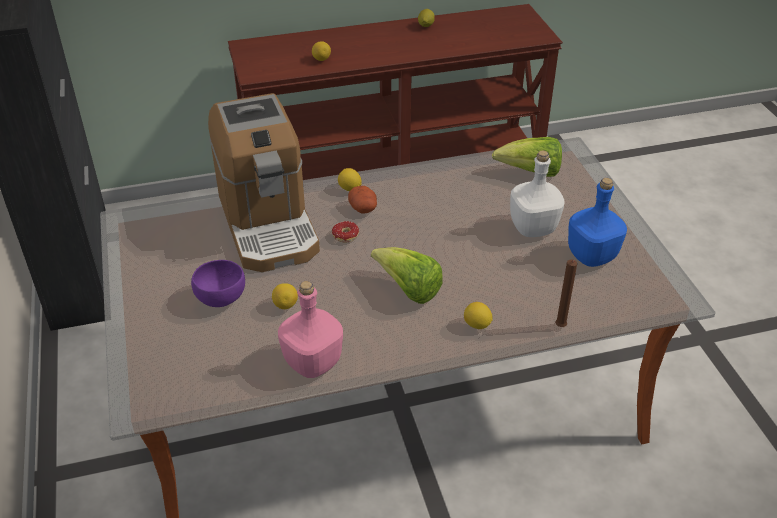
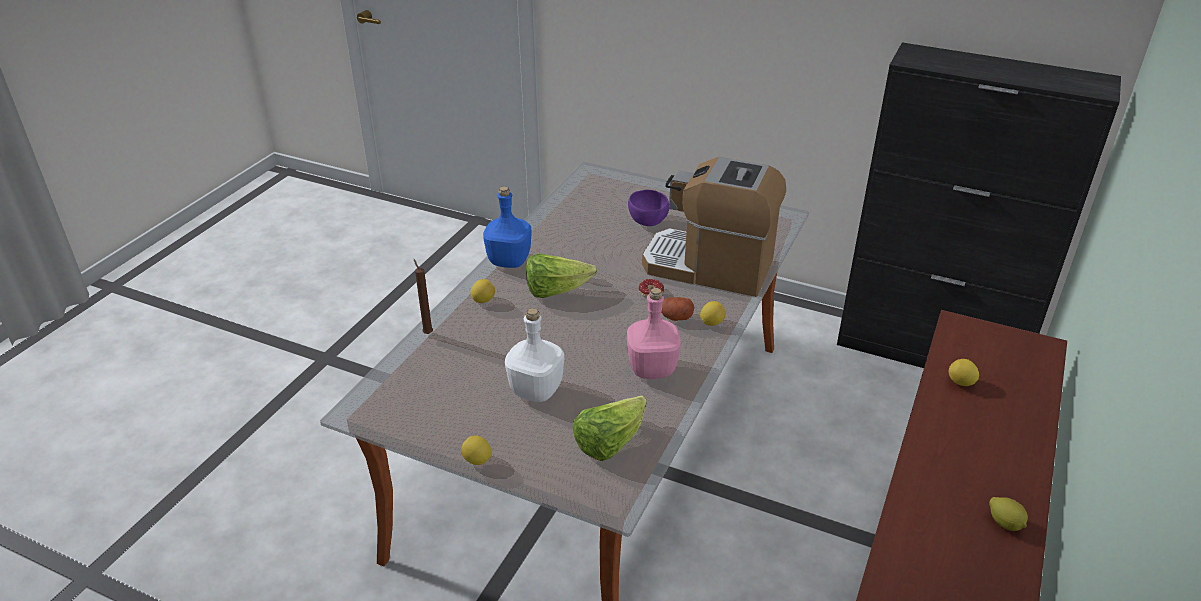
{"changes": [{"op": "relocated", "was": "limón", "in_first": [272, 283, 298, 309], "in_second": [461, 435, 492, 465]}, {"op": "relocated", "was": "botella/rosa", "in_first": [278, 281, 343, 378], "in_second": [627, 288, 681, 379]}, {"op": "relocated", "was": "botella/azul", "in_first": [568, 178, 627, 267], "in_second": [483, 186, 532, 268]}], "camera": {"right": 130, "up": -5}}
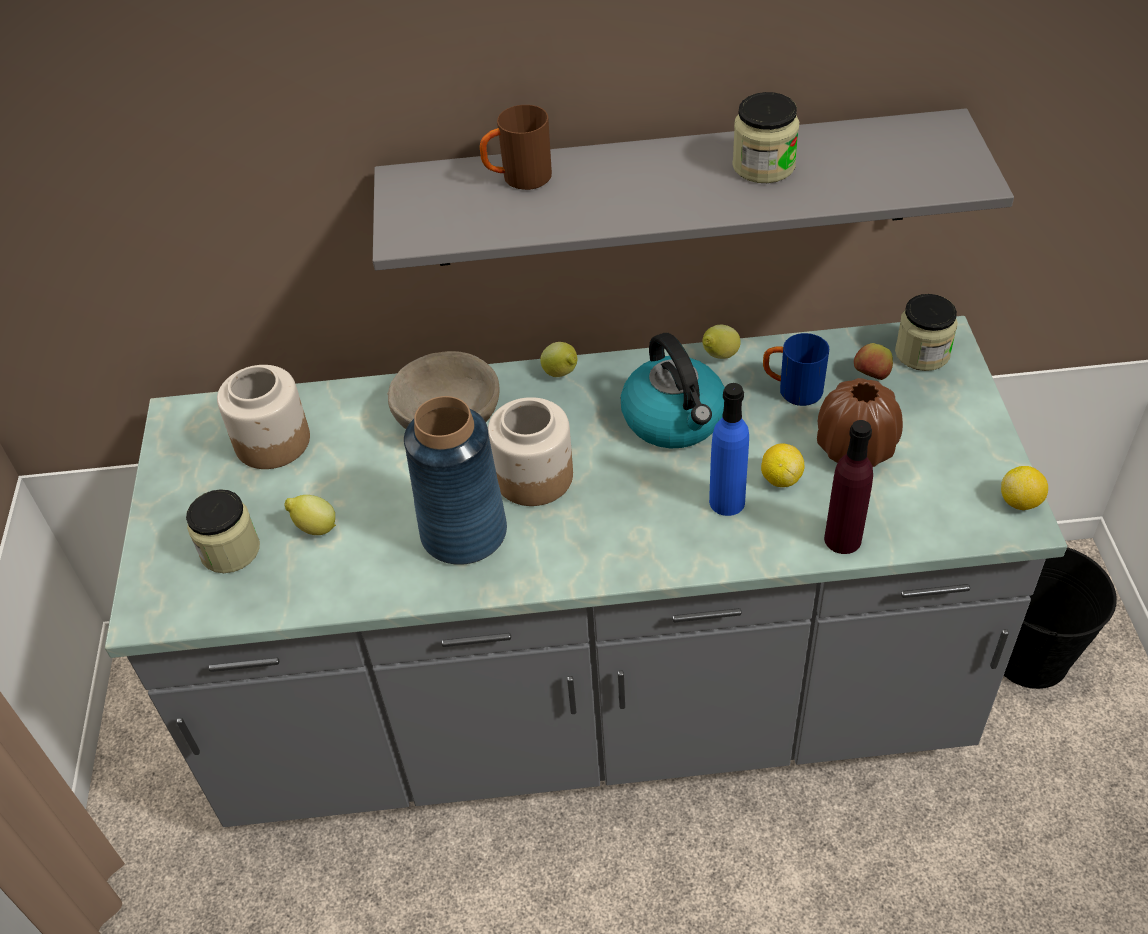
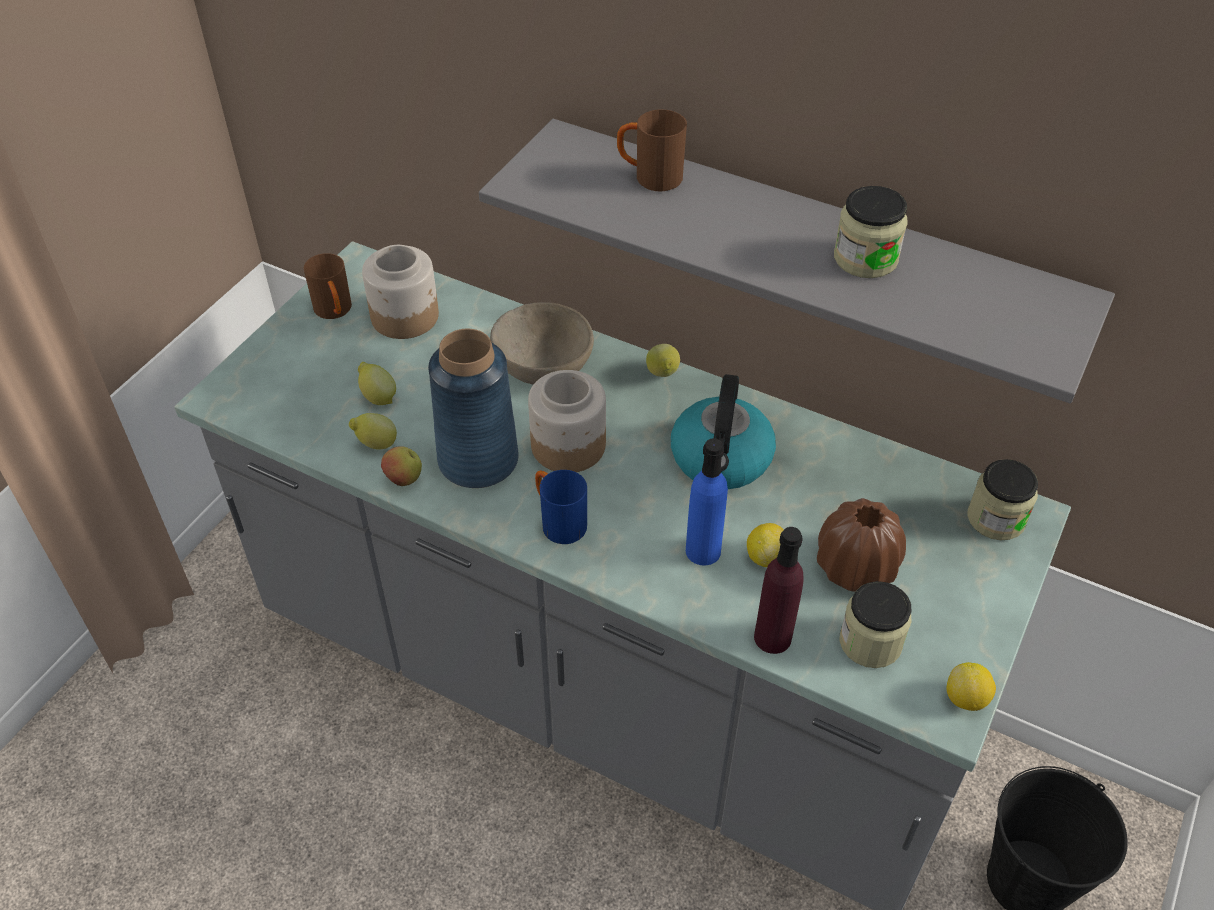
{"changes": [{"op": "relocated", "was": "tarro", "in_first": [186, 489, 260, 573], "in_second": [840, 581, 911, 668]}, {"op": "relocated", "was": "limón", "in_first": [702, 325, 741, 359], "in_second": [349, 413, 397, 450]}, {"op": "relocated", "was": "taza grande/azul", "in_first": [763, 333, 829, 406], "in_second": [535, 470, 587, 544]}, {"op": "relocated", "was": "manzana", "in_first": [854, 343, 893, 380], "in_second": [381, 446, 422, 486]}, {"op": "appeared", "now": "taza grande/marrón", "in_second": [304, 253, 352, 319]}], "camera": {"right": 30, "up": 0}}
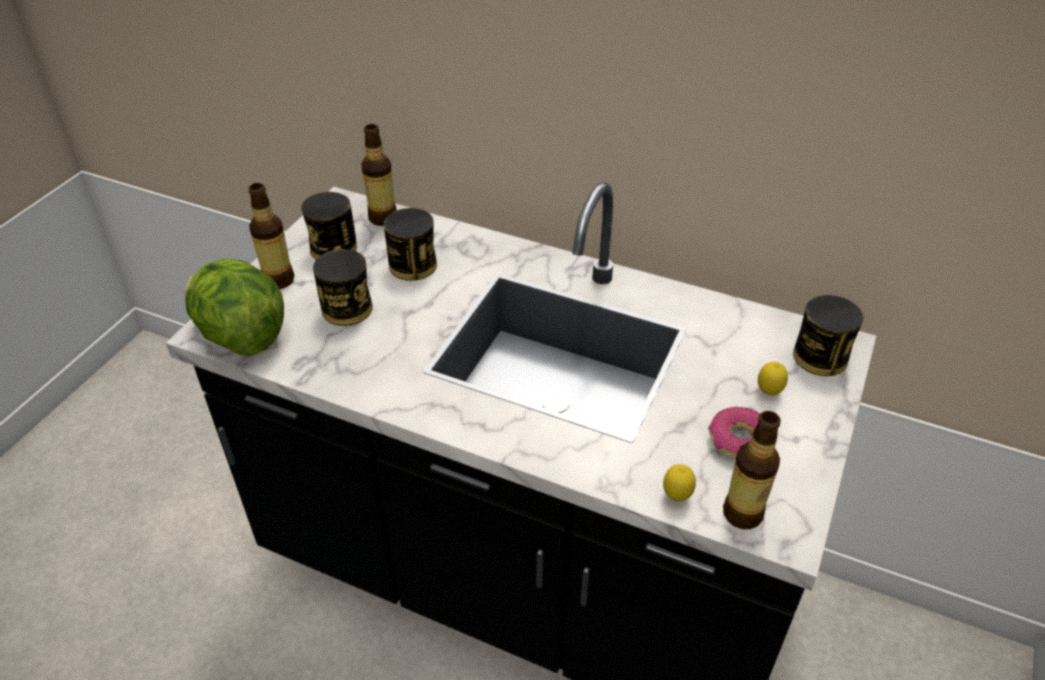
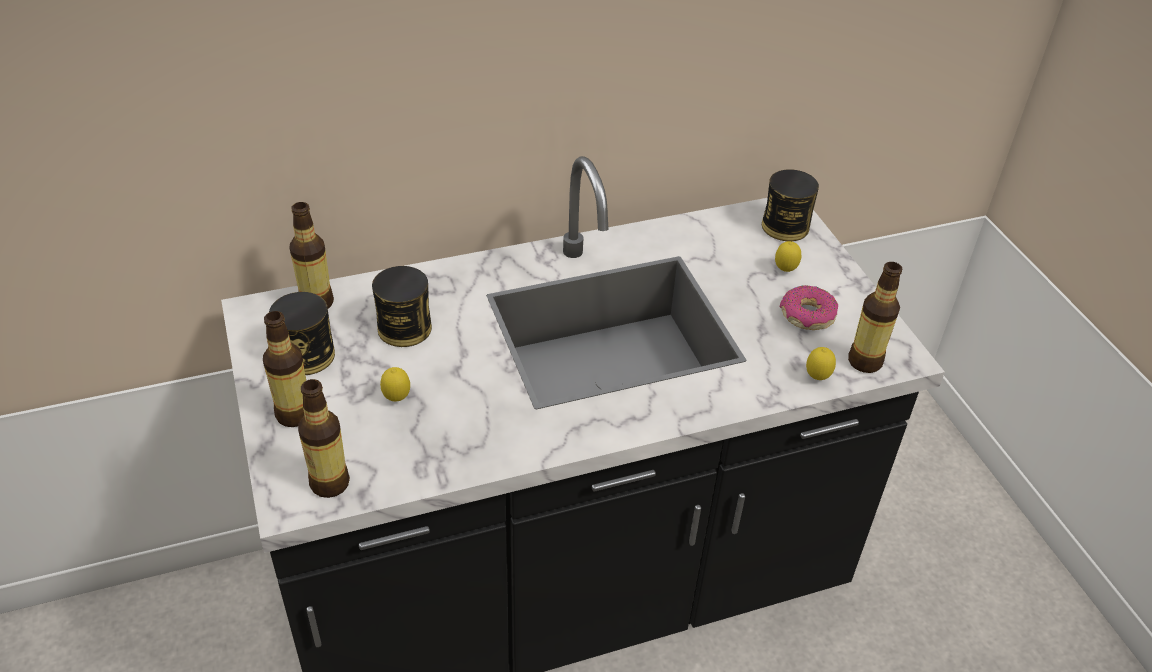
{"changes": [{"op": "exchanged", "was": "lechuga", "now": "botella", "in_first": [185, 259, 284, 355], "in_second": [298, 379, 350, 498]}, {"op": "exchanged", "was": "lata", "now": "limón", "in_first": [313, 249, 373, 326], "in_second": [380, 367, 410, 402]}], "camera": {"right": -45, "up": 0}}
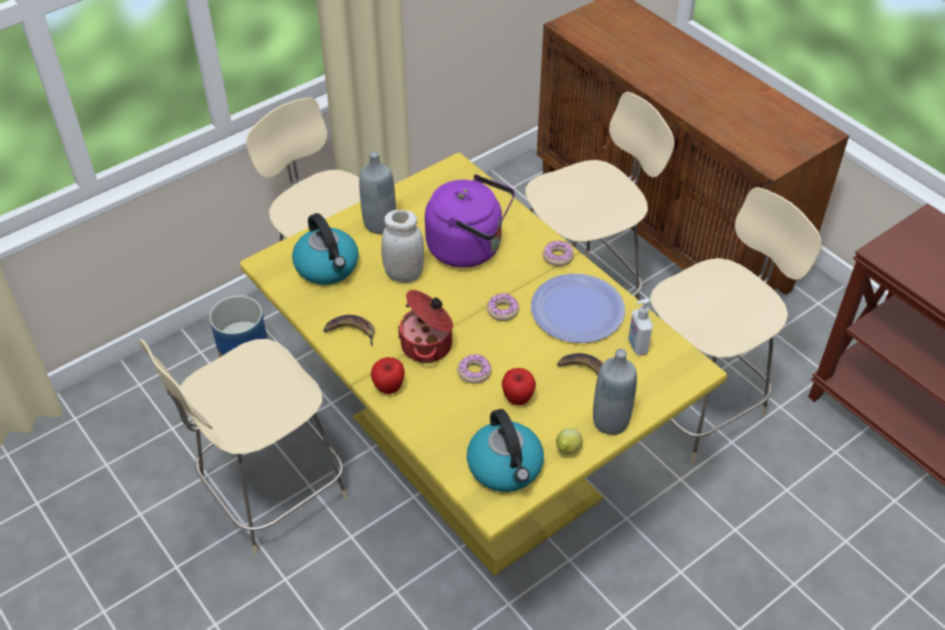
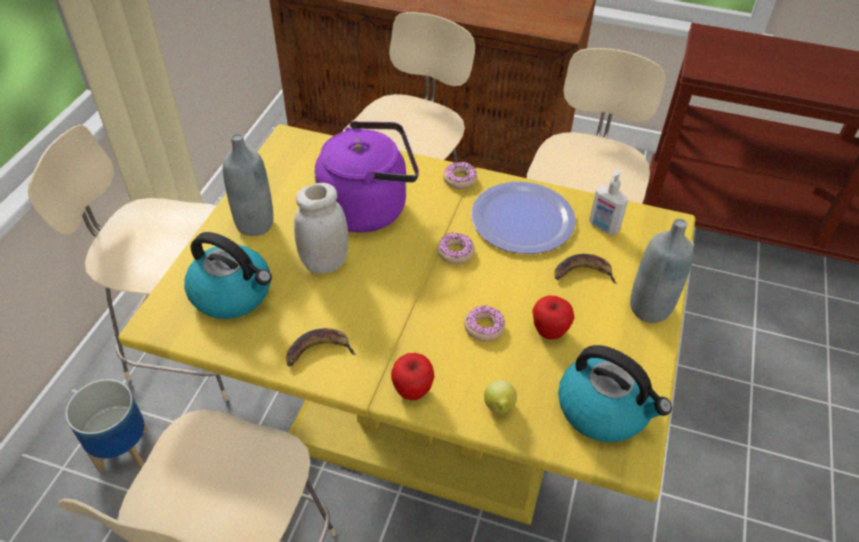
{"changes": [{"op": "missing", "was": "olla", "in_first": [398, 290, 453, 363]}, {"op": "relocated", "was": "limón", "in_first": [556, 428, 583, 454], "in_second": [484, 380, 517, 414]}], "camera": {"right": -35, "up": 0}}
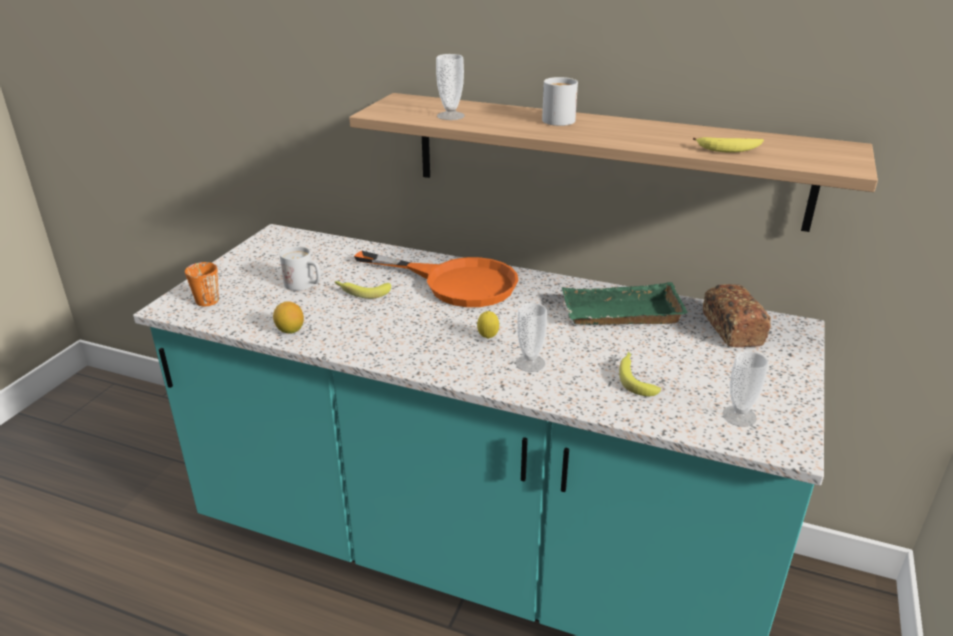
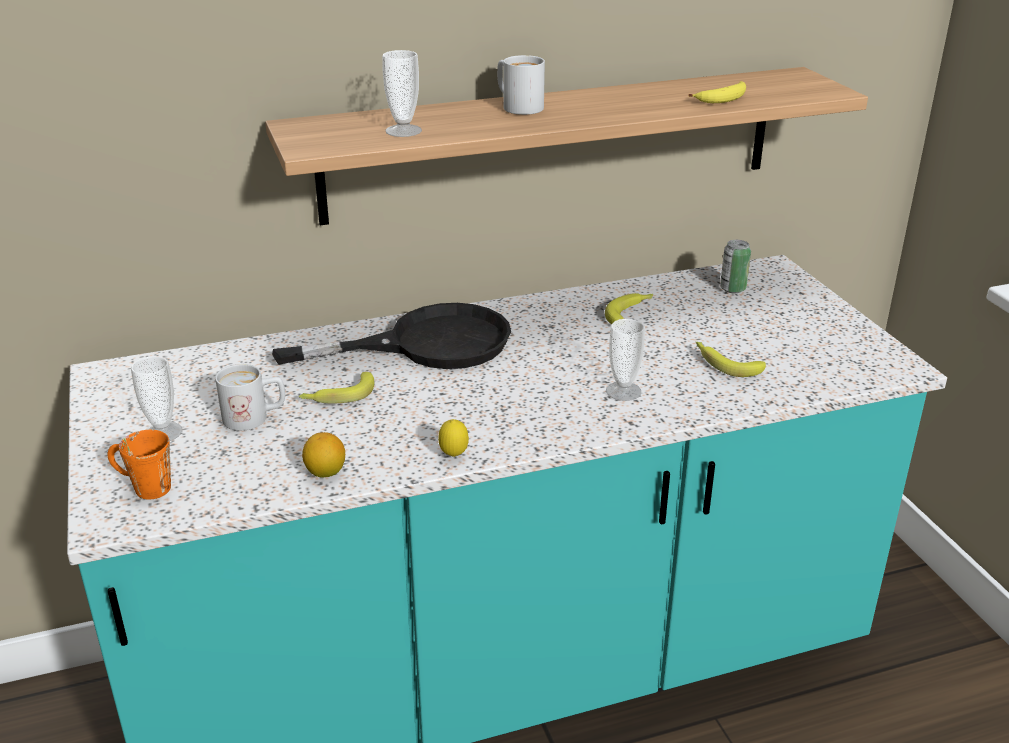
{"changes": [{"op": "colour", "was": "sartén/naranja", "now": "sartén/negro", "in_first": [354, 251, 518, 307], "in_second": [272, 303, 511, 369]}, {"op": "relocated", "was": "limón", "in_first": [477, 311, 499, 339], "in_second": [438, 419, 469, 457]}, {"op": "exchanged", "was": "bandeja/verde", "now": "plátano", "in_first": [561, 282, 688, 325], "in_second": [605, 293, 653, 324]}, {"op": "exchanged", "was": "pan", "now": "lata", "in_first": [703, 284, 771, 348], "in_second": [720, 240, 751, 293]}, {"op": "relocated", "was": "taza", "in_first": [722, 351, 769, 427], "in_second": [131, 356, 182, 441]}], "camera": {"right": -40, "up": 0}}
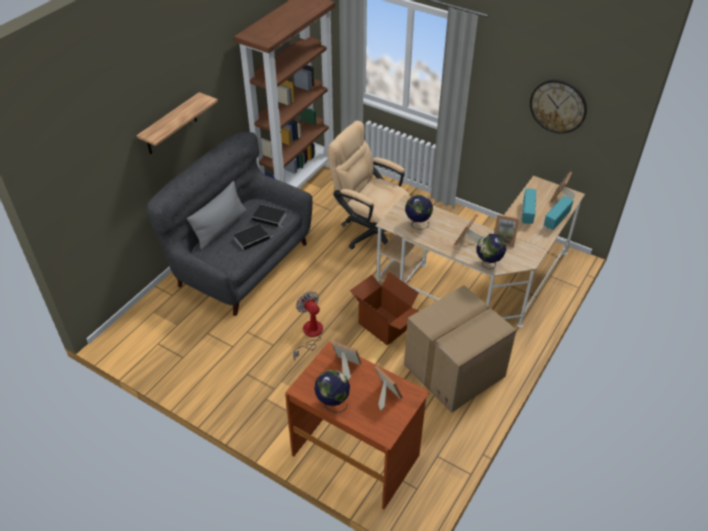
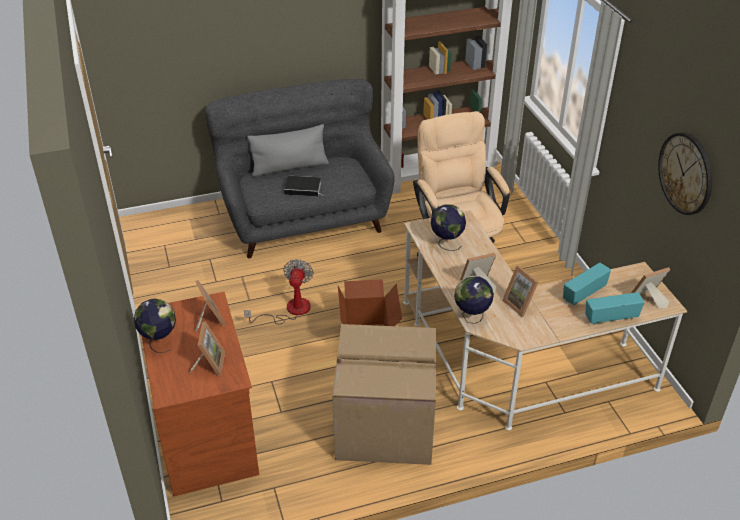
{"changes": [{"op": "missing", "was": "estante", "in_first": [136, 92, 218, 154]}, {"op": "missing", "was": "libro", "in_first": [252, 204, 286, 228]}], "camera": {"right": 40, "up": -5}}
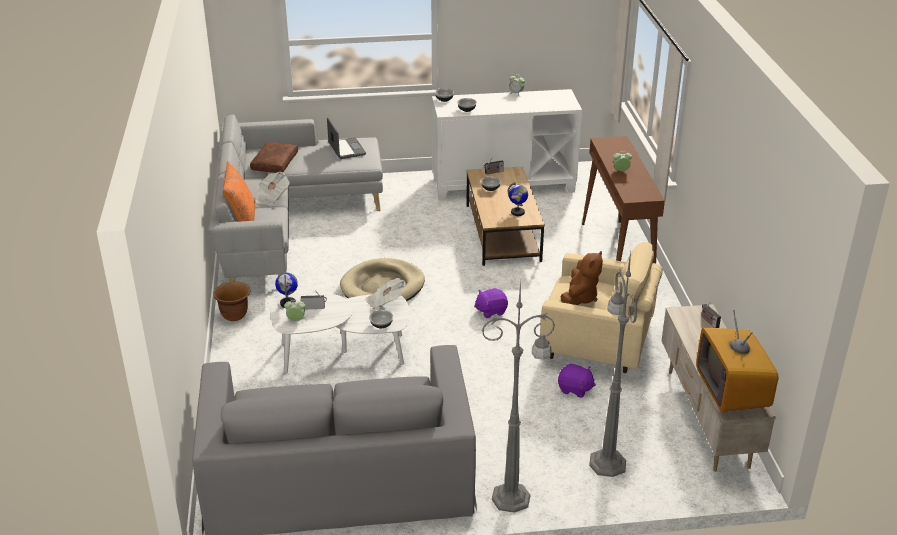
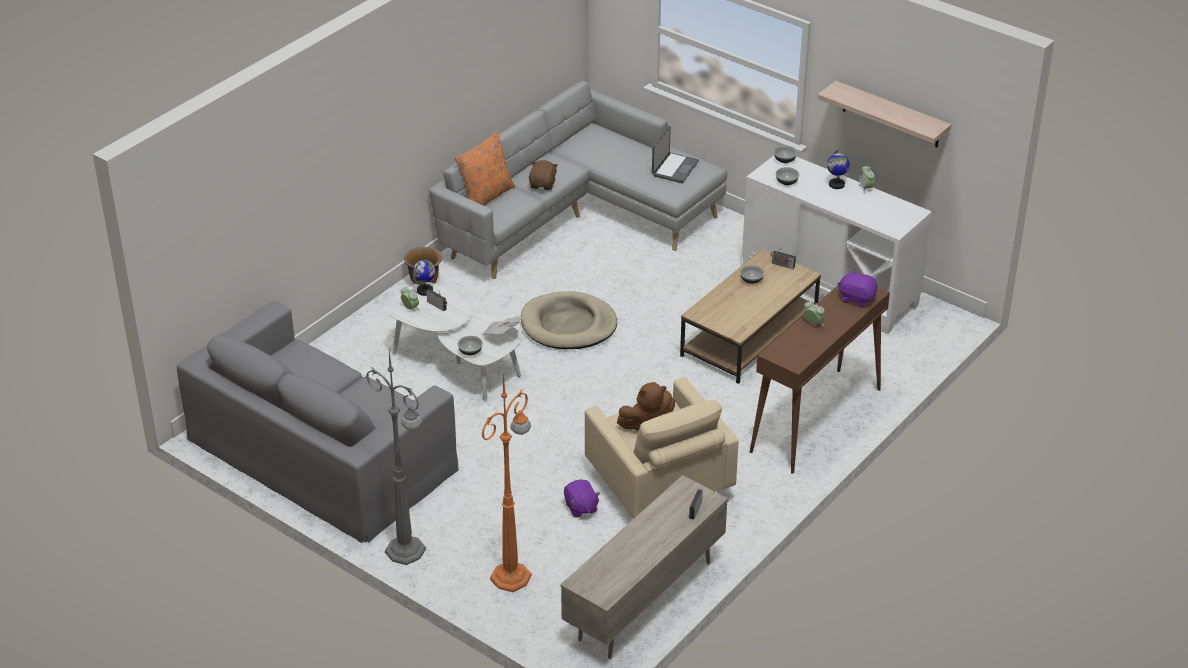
{"changes": [{"op": "missing", "was": "cojín/marrón", "in_first": [250, 142, 298, 173]}, {"op": "exchanged", "was": "periódico", "now": "peluche/marrón", "in_first": [255, 172, 289, 204], "in_second": [529, 160, 558, 190]}, {"op": "relocated", "was": "peluche/morado", "in_first": [474, 288, 508, 318], "in_second": [837, 270, 877, 307]}, {"op": "relocated", "was": "globo terráqueo", "in_first": [508, 182, 528, 216], "in_second": [827, 150, 850, 189]}, {"op": "colour", "was": "lámpara de pie/gris", "now": "lámpara de pie/naranja", "in_first": [589, 252, 637, 477], "in_second": [481, 373, 532, 592]}, {"op": "missing", "was": "televisor", "in_first": [696, 310, 779, 412]}, {"op": "appeared", "now": "estante", "in_second": [818, 81, 951, 147]}], "camera": {"right": 45, "up": 5}}
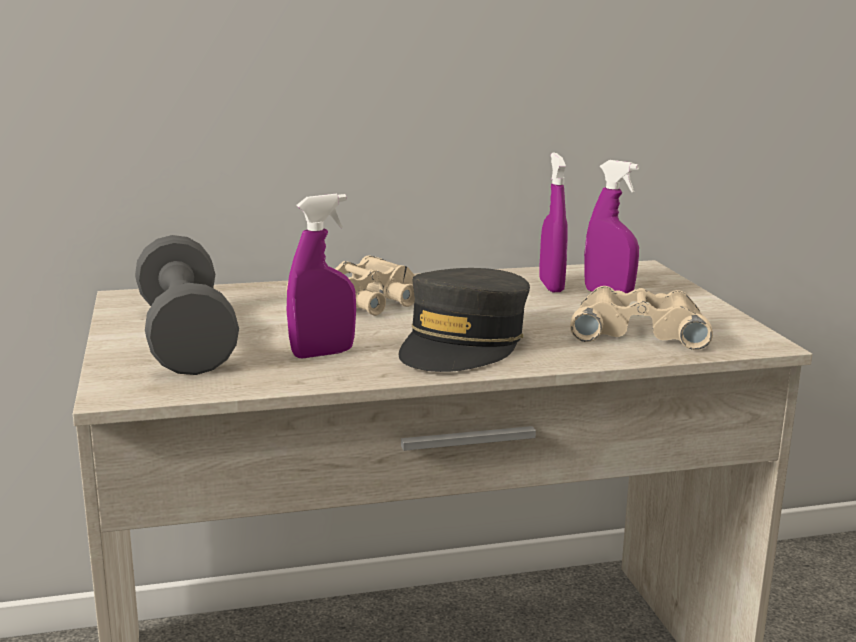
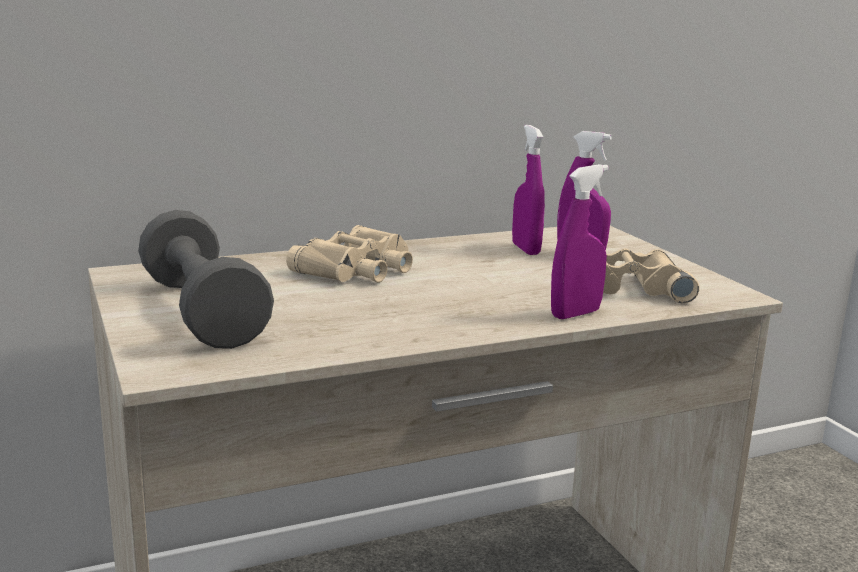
{"changes": [{"op": "relocated", "was": "pulverizador/morado", "in_first": [287, 194, 356, 359], "in_second": [551, 164, 609, 319]}, {"op": "missing", "was": "gorra/gris", "in_first": [399, 268, 530, 372]}], "camera": {"right": -10, "up": 0}}
